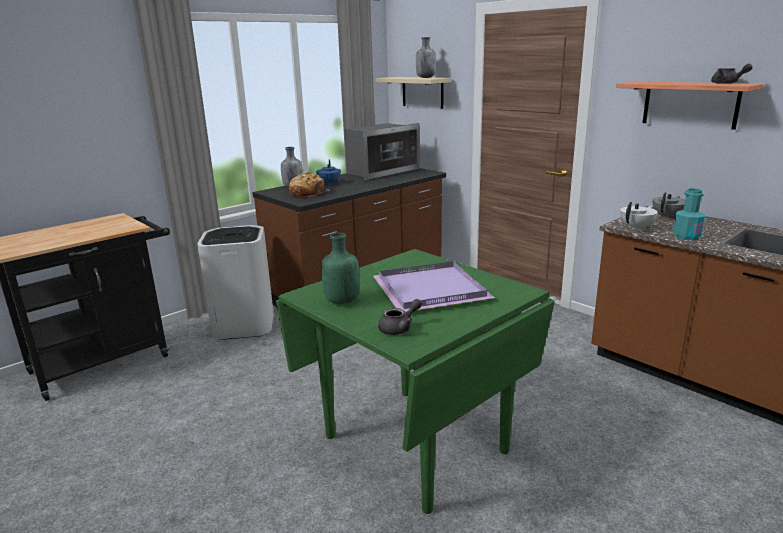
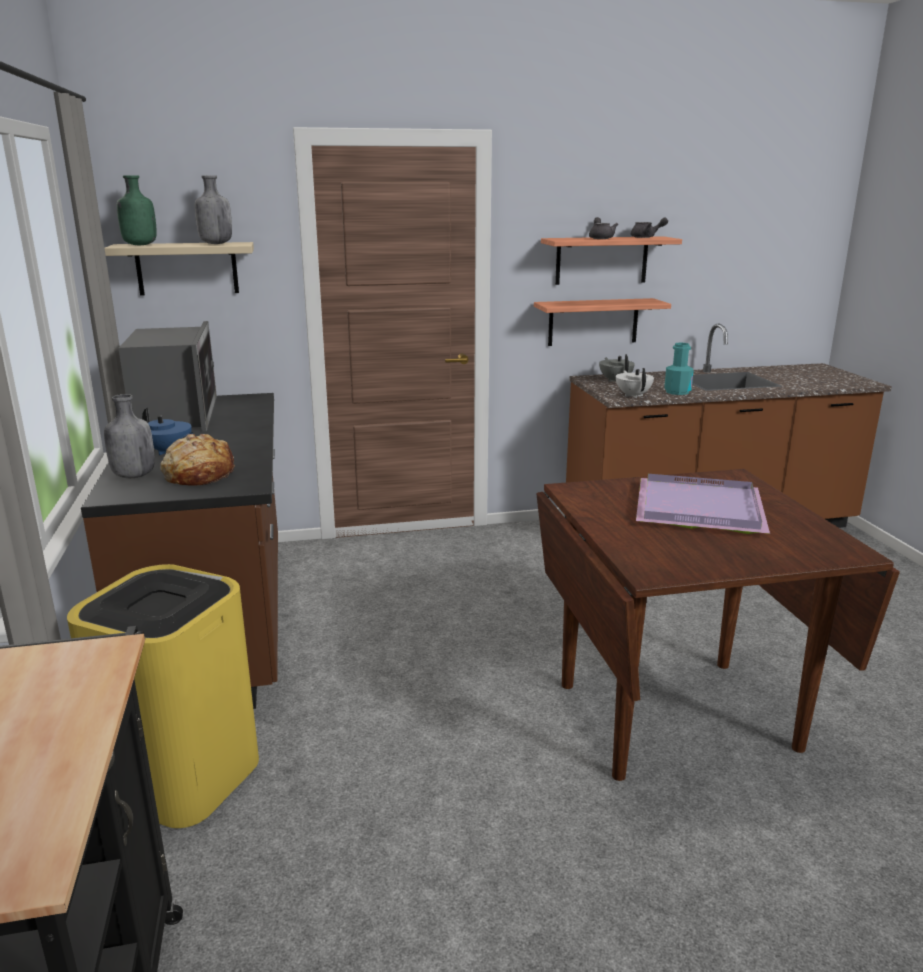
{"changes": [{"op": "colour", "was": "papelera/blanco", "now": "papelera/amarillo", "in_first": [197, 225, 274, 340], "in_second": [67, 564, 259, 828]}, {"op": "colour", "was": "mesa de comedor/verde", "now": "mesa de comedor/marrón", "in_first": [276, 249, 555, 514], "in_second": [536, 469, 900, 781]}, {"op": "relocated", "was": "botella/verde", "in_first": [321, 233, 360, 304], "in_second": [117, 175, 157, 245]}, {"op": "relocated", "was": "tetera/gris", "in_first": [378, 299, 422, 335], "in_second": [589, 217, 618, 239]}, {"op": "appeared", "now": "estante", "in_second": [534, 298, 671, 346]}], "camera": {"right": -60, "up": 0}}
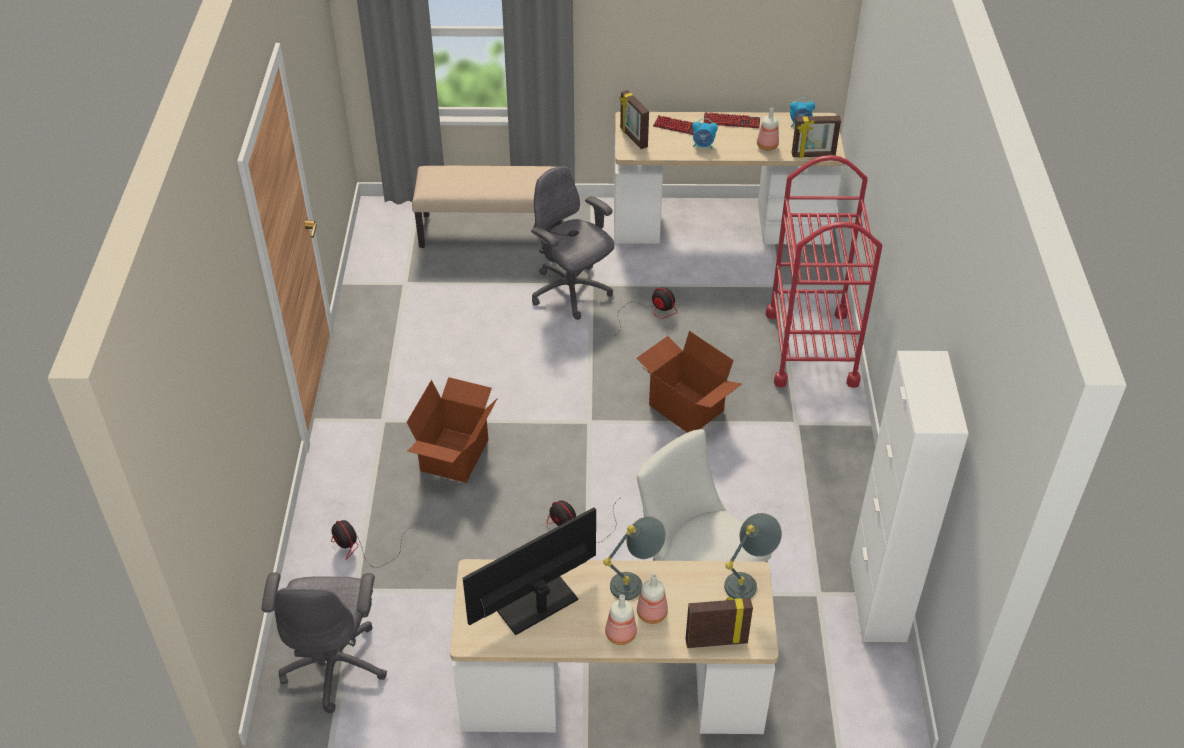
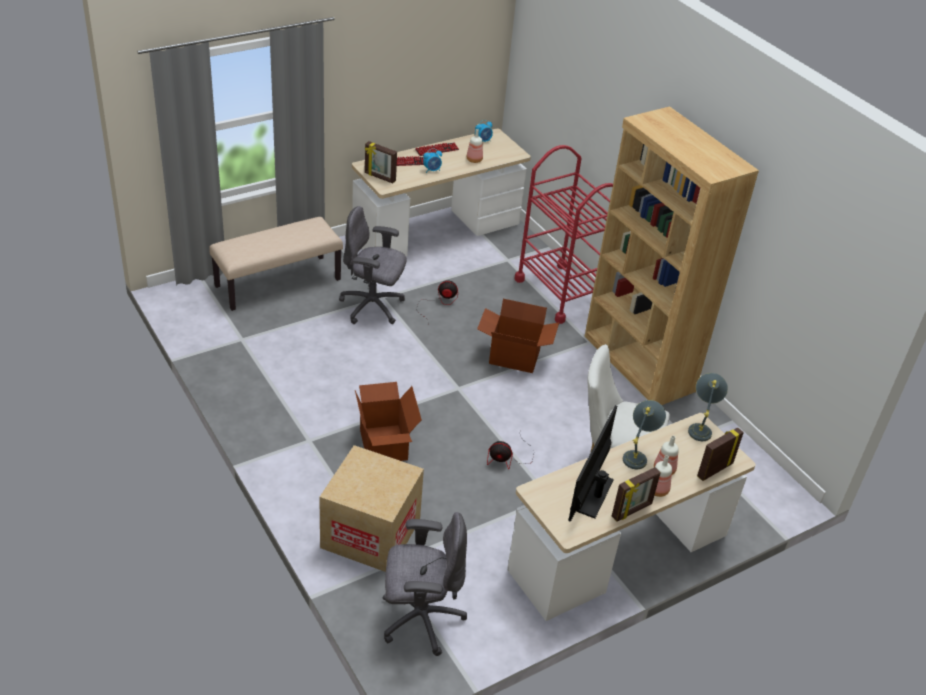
{"changes": [{"op": "spun", "was": "silla de oficina/gris", "in_first": [262, 572, 387, 713], "in_second": [383, 512, 467, 656], "clockwise": -60}, {"op": "exchanged", "was": "ventilador", "now": "caja de cartón", "in_first": [331, 520, 414, 568], "in_second": [319, 445, 424, 572]}, {"op": "relocated", "was": "portarretratos", "in_first": [792, 116, 841, 158], "in_second": [612, 467, 661, 521]}, {"op": "missing", "was": "armario/blanco", "in_first": [850, 351, 969, 642]}, {"op": "appeared", "now": "estantería/marrón", "in_second": [585, 106, 759, 405]}], "camera": {"right": -35, "up": -5}}
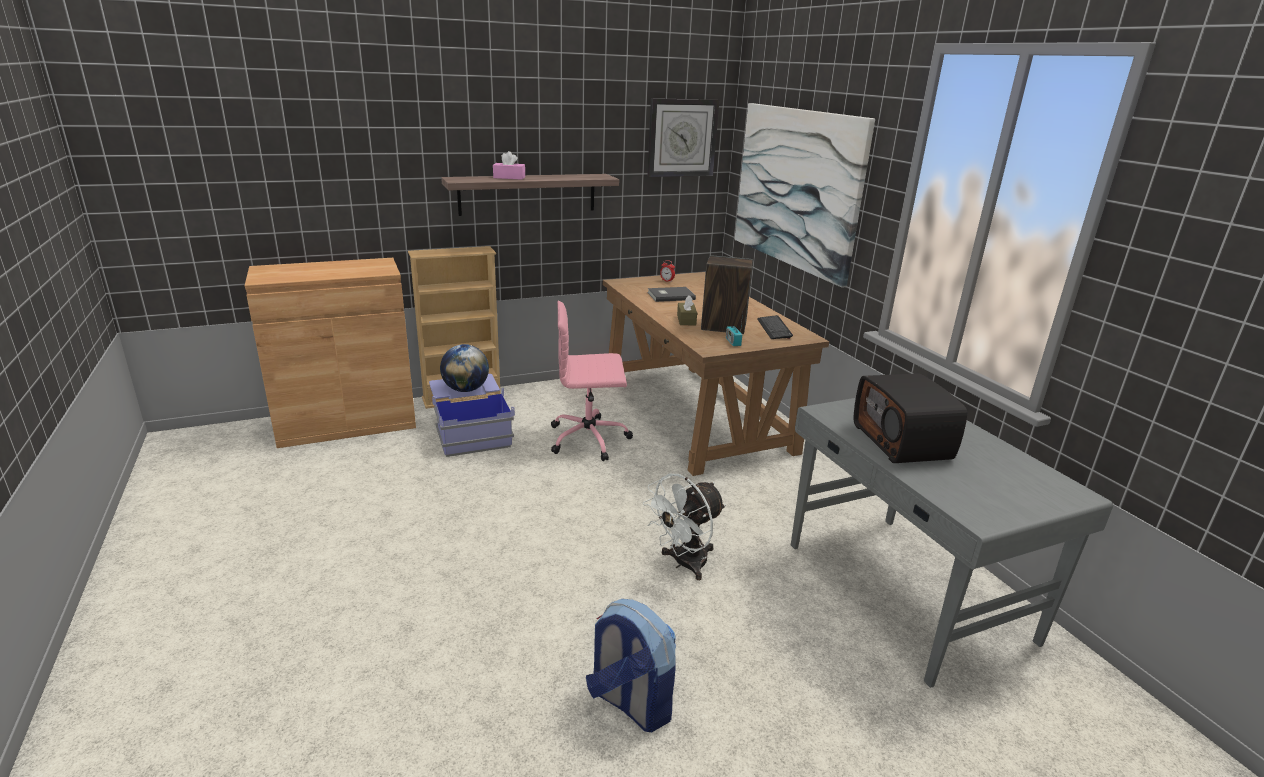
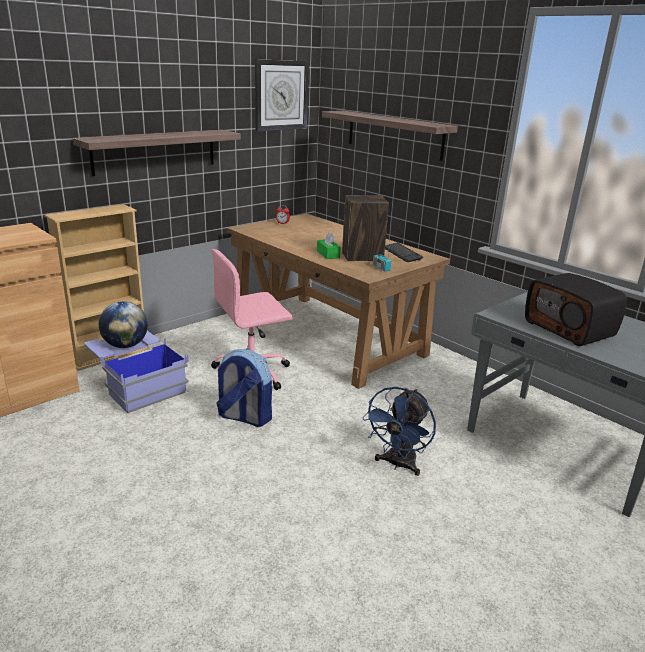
{"changes": [{"op": "missing", "was": "caja de pañuelos/rosa", "in_first": [493, 151, 525, 180]}, {"op": "relocated", "was": "mochila", "in_first": [586, 599, 676, 732], "in_second": [216, 349, 272, 427]}, {"op": "colour", "was": "ventilador/blanco", "now": "ventilador/azul", "in_first": [643, 474, 726, 580], "in_second": [363, 387, 436, 476]}, {"op": "missing", "was": "libro/gris", "in_first": [647, 287, 696, 302]}, {"op": "colour", "was": "caja de pañuelos/marrón", "now": "caja de pañuelos/verde", "in_first": [677, 295, 697, 326], "in_second": [317, 232, 341, 259]}, {"op": "exchanged", "was": "cuadro", "now": "estante", "in_first": [735, 103, 875, 288], "in_second": [322, 111, 458, 161]}], "camera": {"right": -20, "up": 0}}
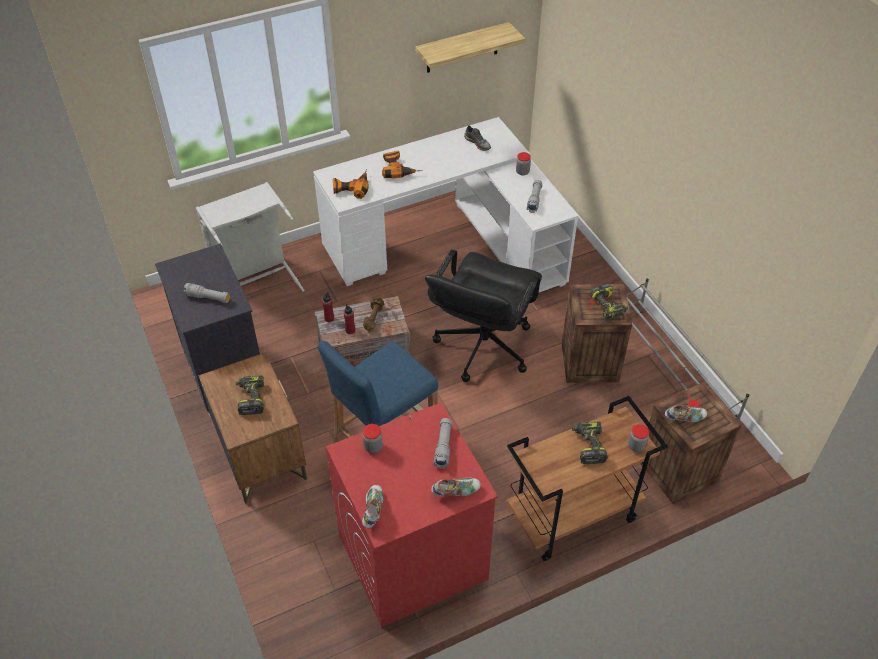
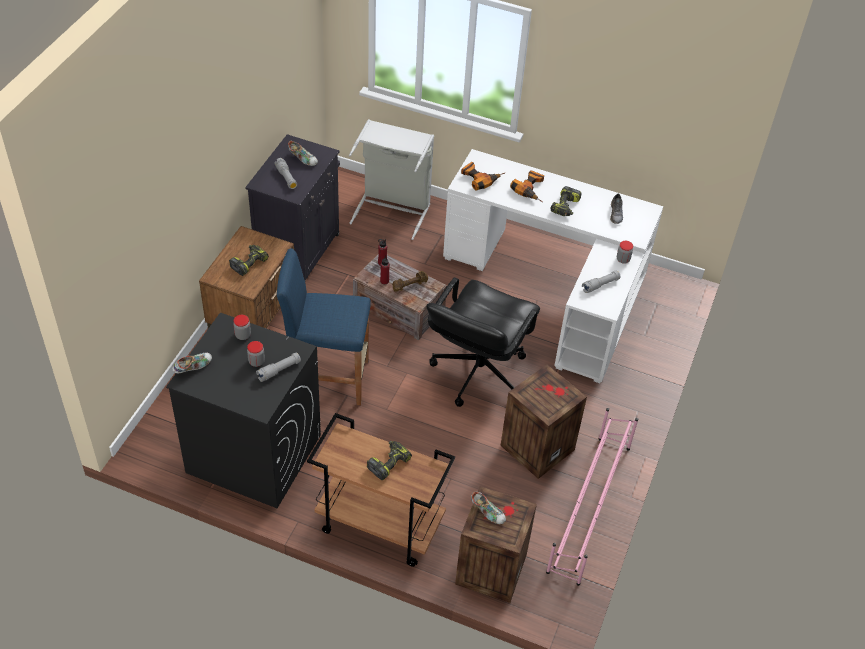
{"changes": [{"op": "colour", "was": "lavadora/rojo", "now": "lavadora/negro", "in_first": [326, 402, 498, 627], "in_second": [166, 312, 321, 508]}, {"op": "missing", "was": "estante", "in_first": [415, 22, 525, 73]}, {"op": "spun", "was": "silla de oficina/negro", "in_first": [425, 249, 542, 382], "in_second": [426, 277, 540, 407], "clockwise": -45}, {"op": "relocated", "was": "zapato", "in_first": [431, 478, 481, 496], "in_second": [288, 140, 318, 166]}, {"op": "relocated", "was": "taladro", "in_first": [590, 283, 628, 320], "in_second": [550, 186, 582, 216]}, {"op": "colour", "was": "zapatero/gris", "now": "zapatero/rosa", "in_first": [627, 278, 749, 422], "in_second": [546, 408, 638, 586]}, {"op": "relocated", "was": "tarro", "in_first": [628, 424, 649, 452], "in_second": [247, 341, 265, 367]}], "camera": {"right": 45, "up": 0}}
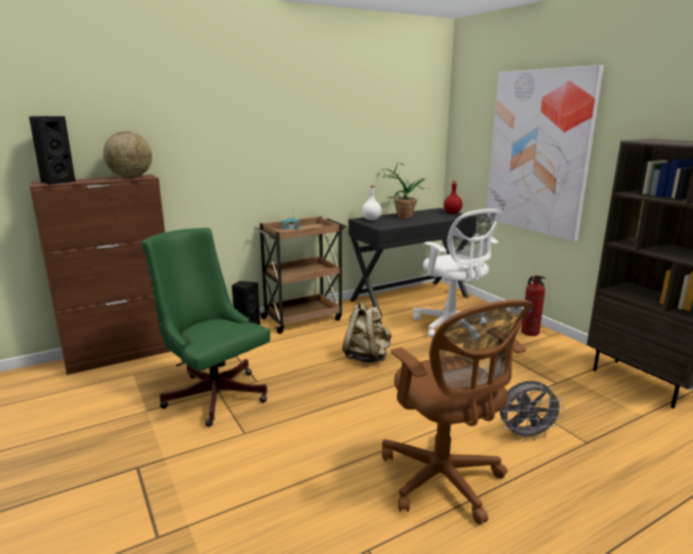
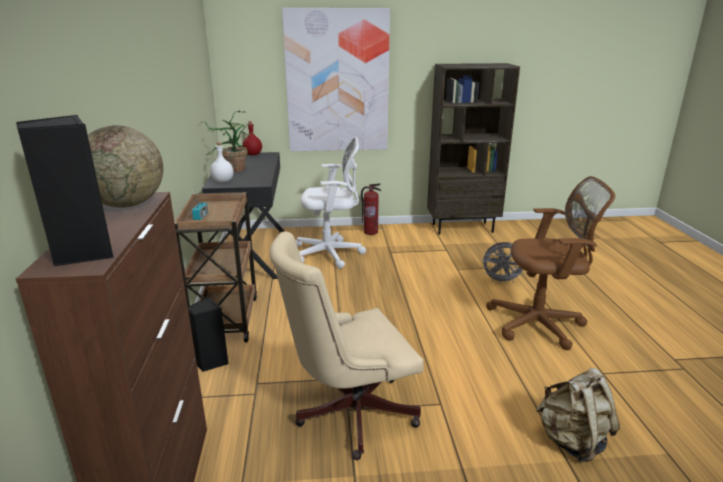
{"changes": [{"op": "colour", "was": "silla de oficina/verde", "now": "silla de oficina/beis", "in_first": [141, 228, 270, 427], "in_second": [269, 232, 424, 460]}, {"op": "relocated", "was": "mochila/beis", "in_first": [342, 302, 391, 363], "in_second": [535, 368, 620, 463]}, {"op": "spun", "was": "ventilador/gris", "in_first": [500, 381, 565, 441], "in_second": [482, 242, 524, 284], "clockwise": 75}], "camera": {"right": -65, "up": 5}}
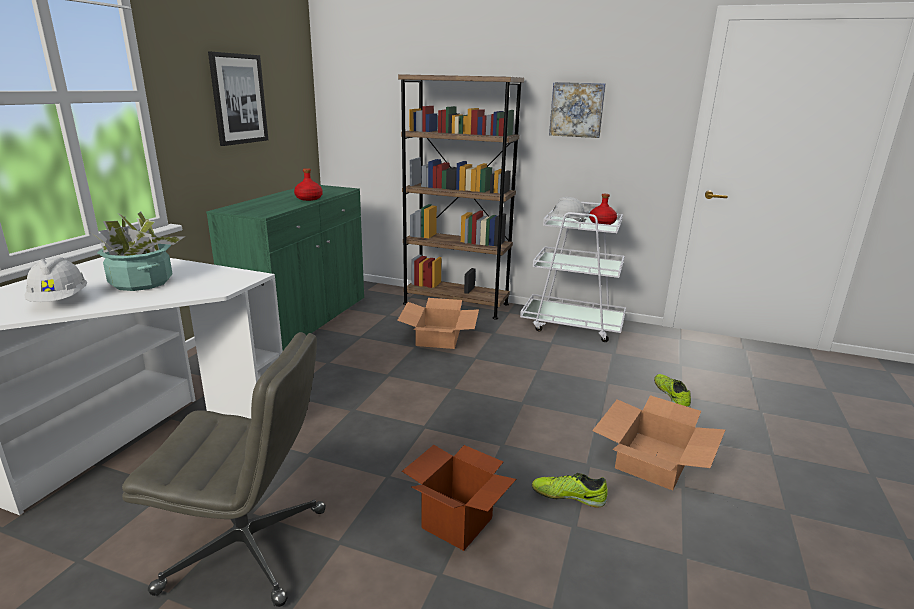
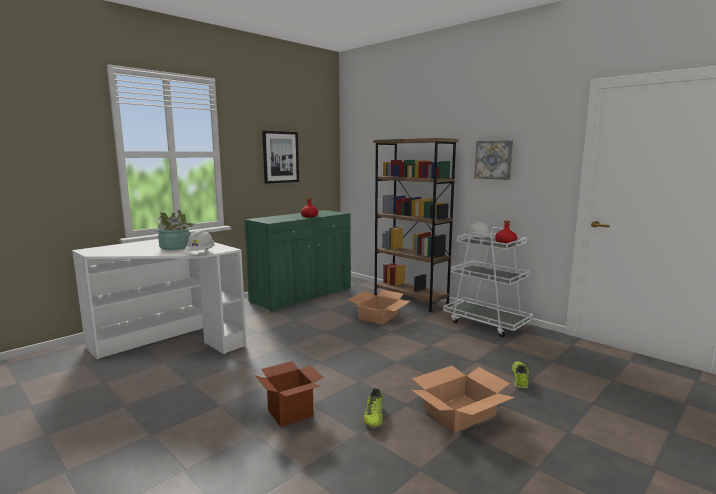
{"changes": [{"op": "relocated", "was": "casco/blanco", "in_first": [24, 257, 87, 302], "in_second": [185, 231, 215, 251]}, {"op": "missing", "was": "silla de oficina/gris", "in_first": [122, 332, 326, 607]}, {"op": "spun", "was": "zapato", "in_first": [532, 473, 608, 508], "in_second": [364, 388, 383, 428], "clockwise": -120}], "camera": {"right": 25, "up": -10}}
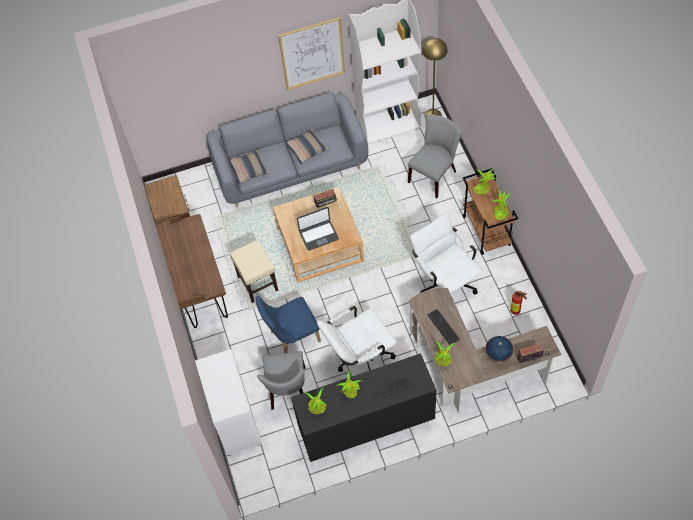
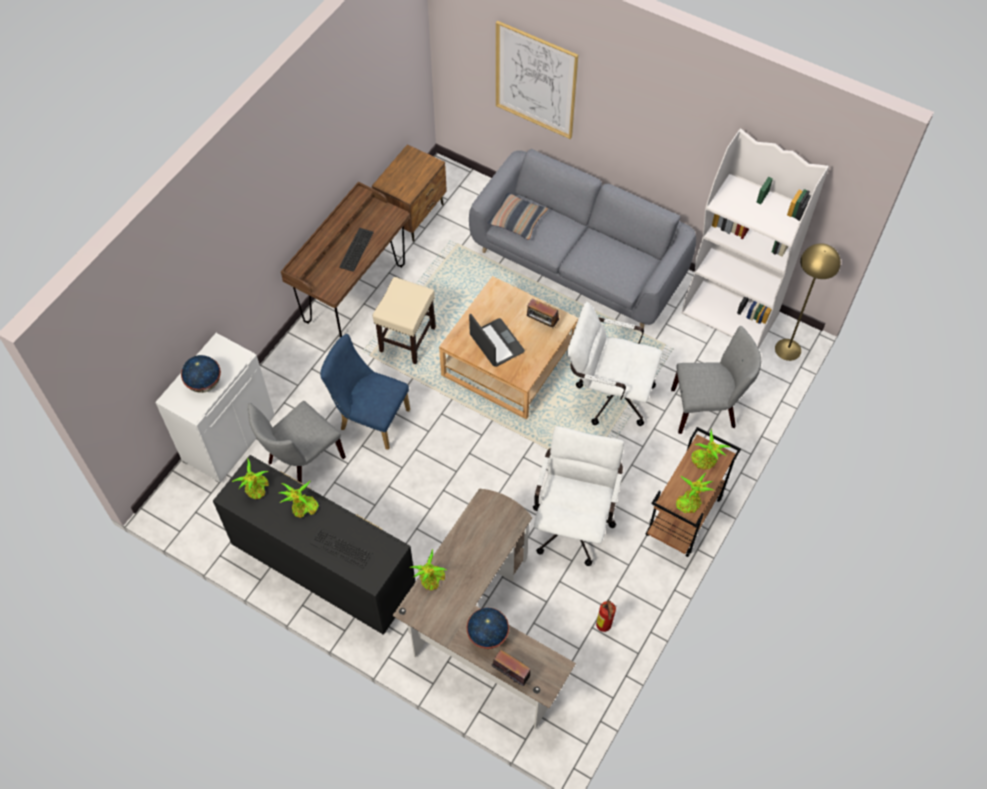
{"changes": [{"op": "relocated", "was": "cuadro", "in_first": [278, 17, 345, 91], "in_second": [496, 21, 578, 139]}, {"op": "missing", "was": "cojín", "in_first": [285, 129, 328, 164]}, {"op": "spun", "was": "portátil", "in_first": [297, 207, 339, 251], "in_second": [469, 314, 525, 367], "clockwise": -150}, {"op": "relocated", "was": "silla de oficina/blanco", "in_first": [317, 306, 397, 372], "in_second": [567, 302, 662, 426]}, {"op": "relocated", "was": "teclado", "in_first": [427, 309, 460, 345], "in_second": [339, 228, 374, 272]}, {"op": "appeared", "now": "globo terráqueo", "in_second": [181, 355, 221, 393]}], "camera": {"right": 45, "up": 0}}
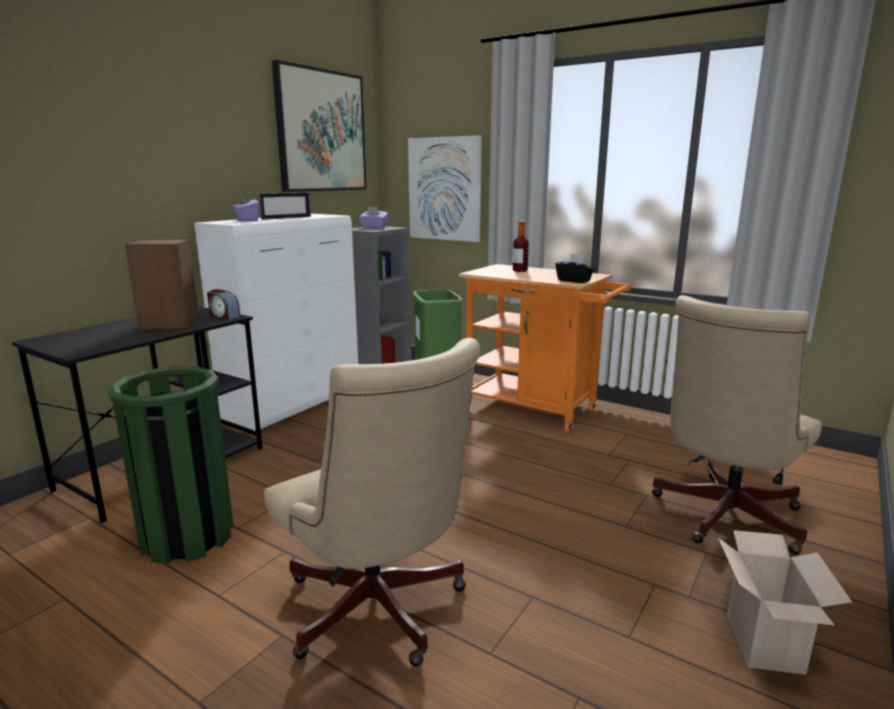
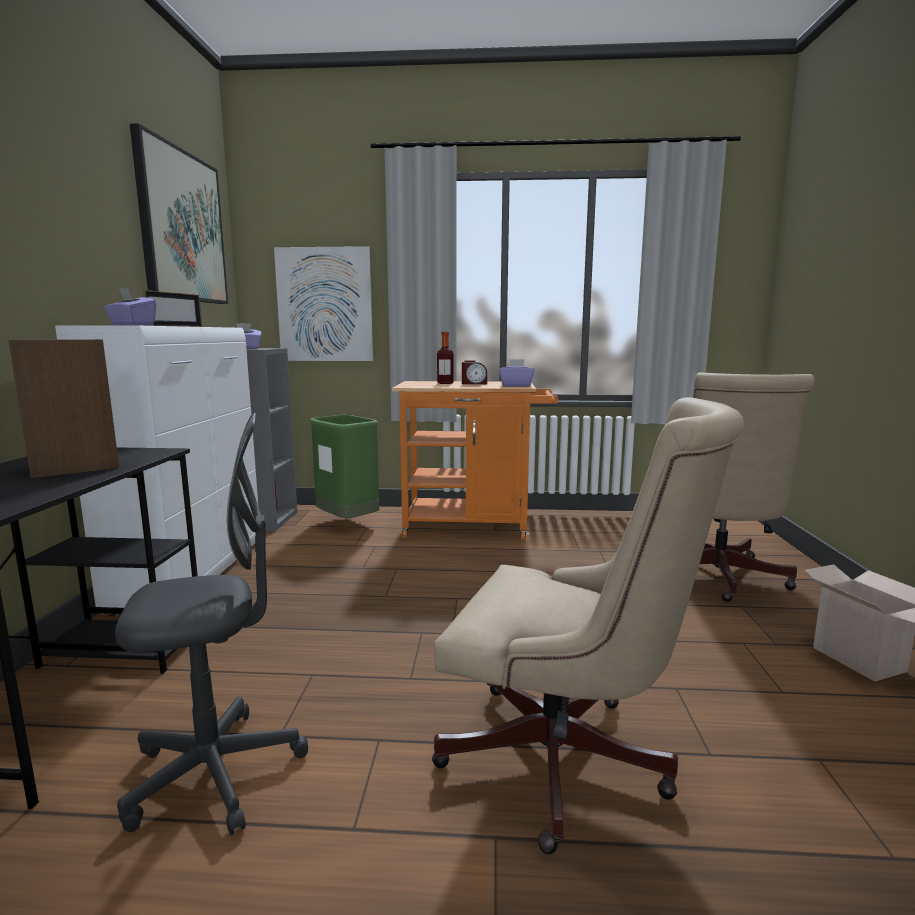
{"changes": [{"op": "exchanged", "was": "papelera/verde", "now": "silla de oficina/gris", "in_first": [108, 366, 234, 564], "in_second": [115, 413, 308, 835]}, {"op": "relocated", "was": "despertador", "in_first": [207, 289, 240, 320], "in_second": [462, 360, 487, 384]}, {"op": "colour", "was": "caja de pañuelos/negro", "now": "caja de pañuelos/morado", "in_first": [555, 254, 594, 283], "in_second": [499, 359, 534, 387]}], "camera": {"right": -30, "up": -5}}
